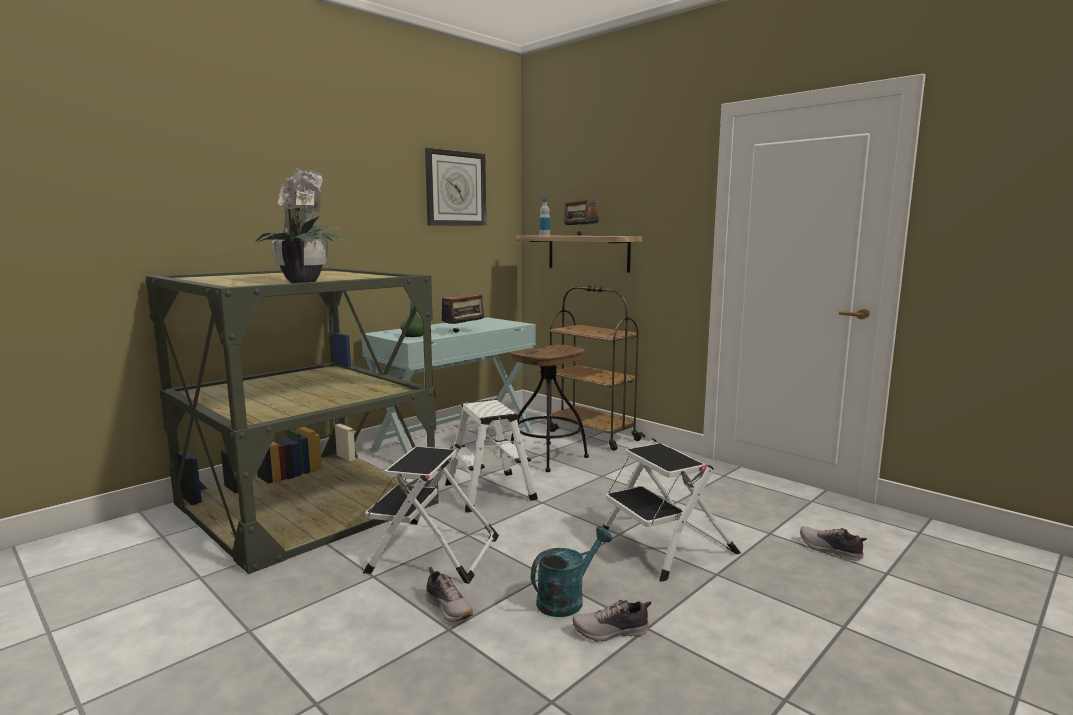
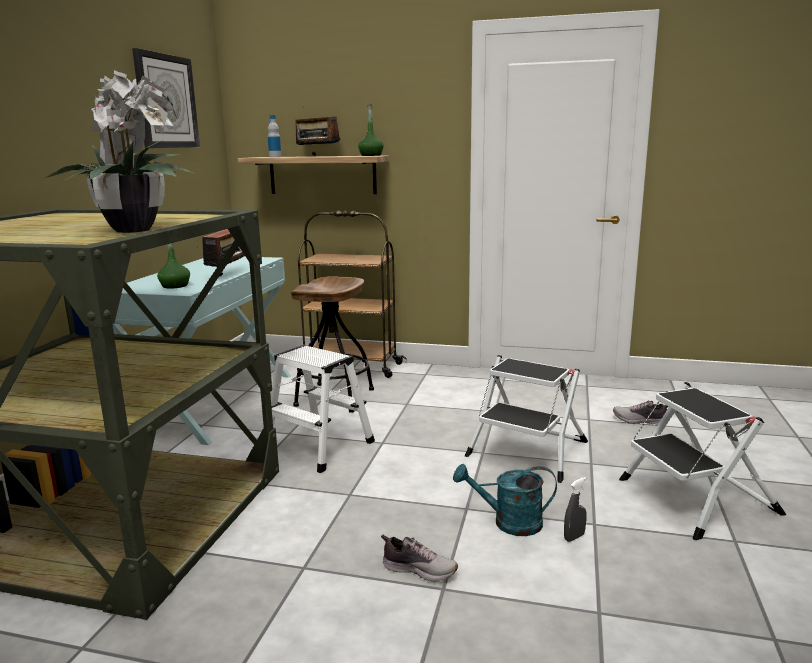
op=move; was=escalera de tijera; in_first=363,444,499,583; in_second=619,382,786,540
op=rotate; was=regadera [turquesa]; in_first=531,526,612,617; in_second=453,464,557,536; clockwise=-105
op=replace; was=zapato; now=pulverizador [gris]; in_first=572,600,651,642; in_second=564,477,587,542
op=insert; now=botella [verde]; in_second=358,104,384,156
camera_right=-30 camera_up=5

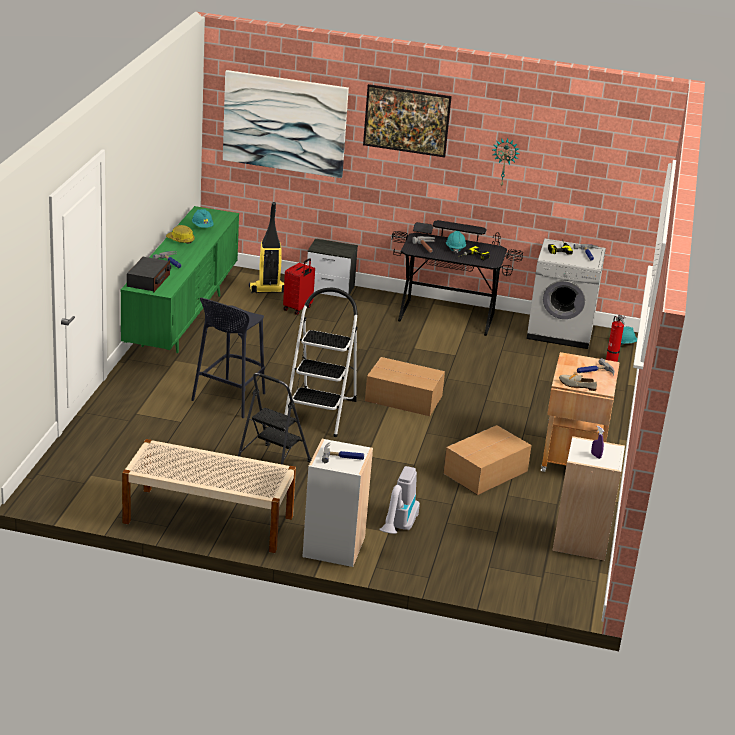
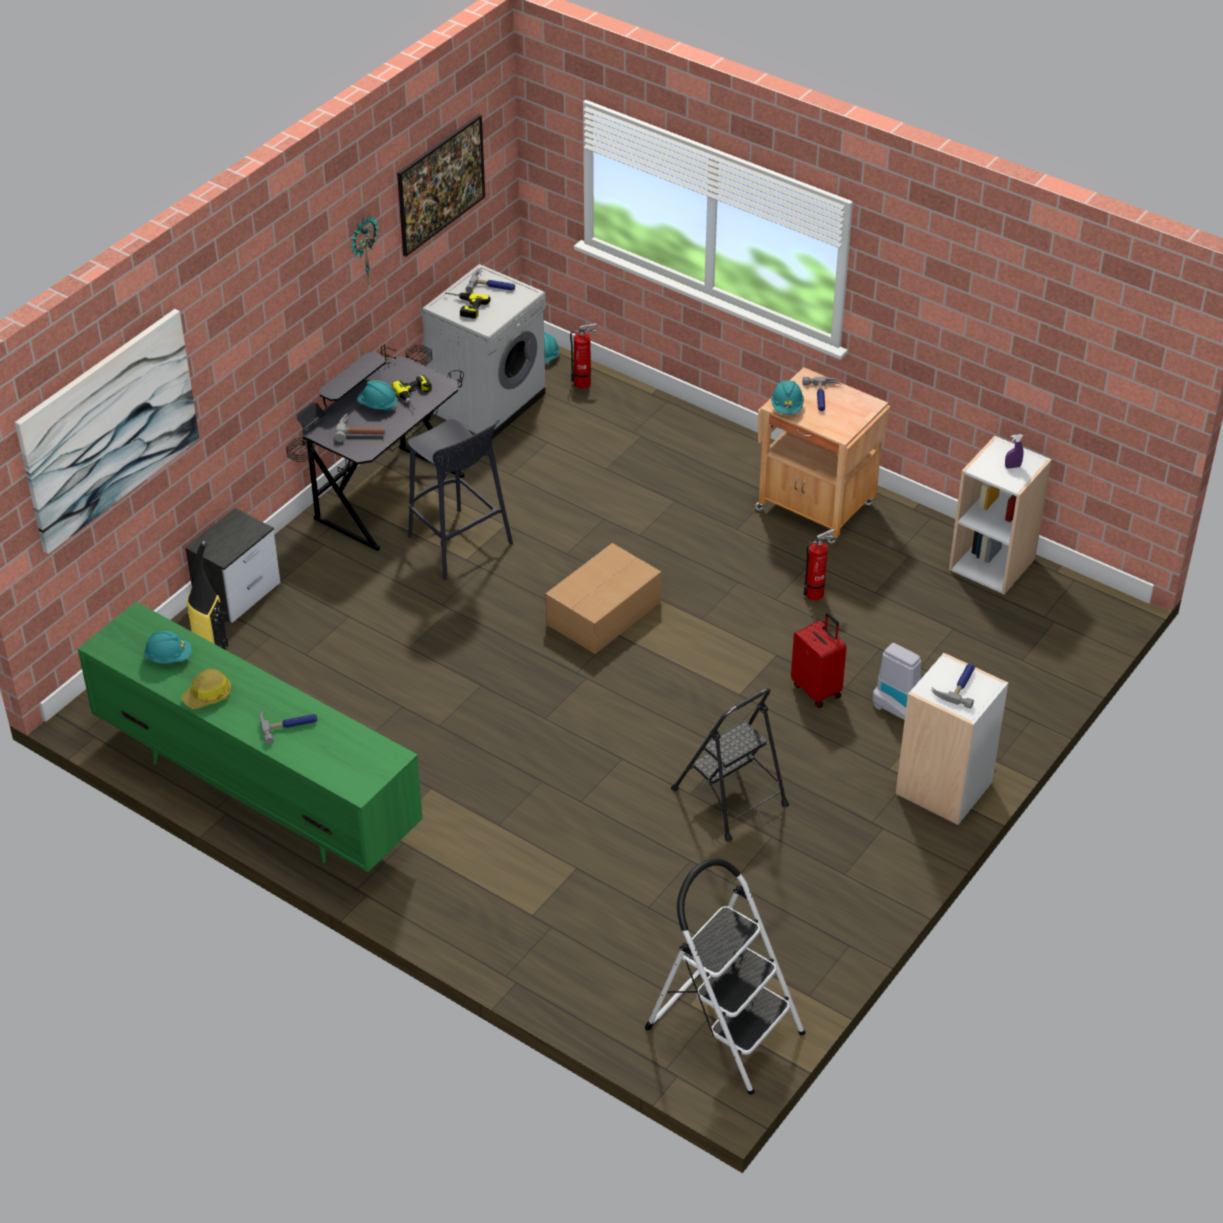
op=move; was=cuadro; in_first=363,84,452,157; in_second=397,114,485,257
op=delete; was=radio; in_first=127,257,171,293
op=move; was=maleta [rojo]; in_first=283,258,315,315; in_second=791,613,847,708
op=move; was=escalera de tijera; in_first=285,288,358,437; in_second=645,859,806,1095
op=move; was=taburete [gris]; in_first=191,298,265,418; in_second=408,419,513,580
op=delete; was=zapato; in_first=559,374,597,391
op=replace; was=caja de cartón; now=extintor; in_first=443,425,532,495; in_second=803,528,836,600
op=delete; was=banco [beis]; in_first=122,439,296,553
op=insert; now=casco [turquesa]; in_second=771,380,804,415
camera_right=-65 camera_up=15

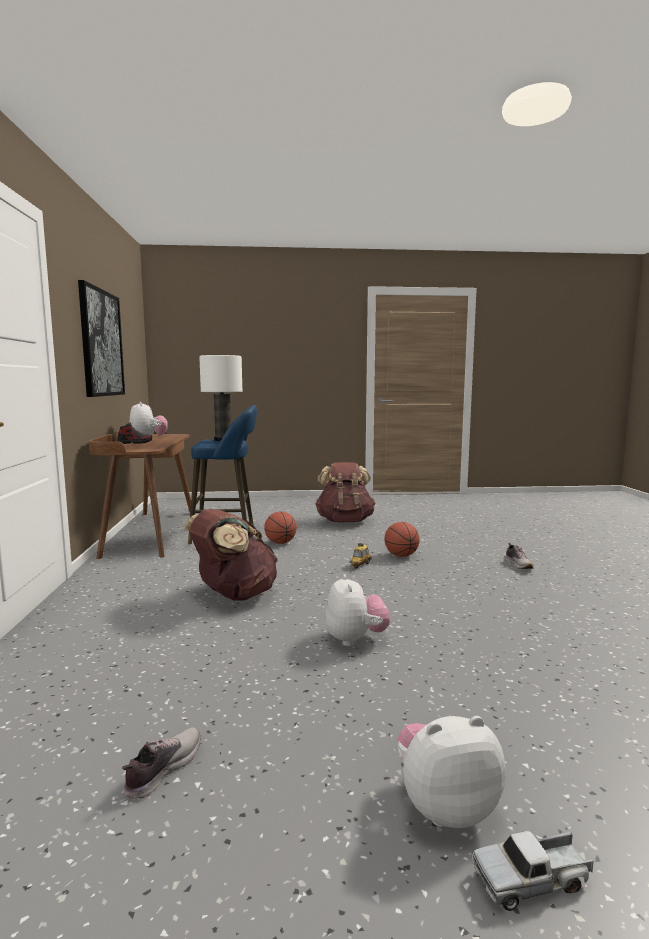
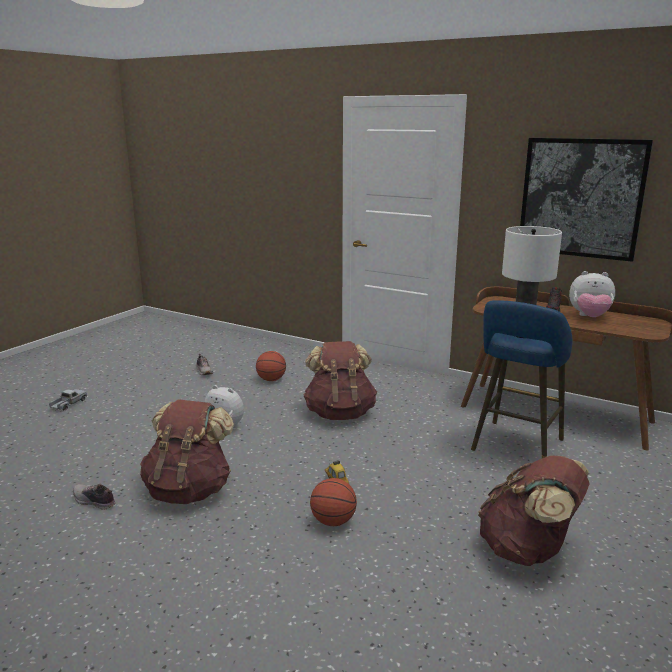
op=move; was=balón de baloncesto; in_first=264,511,297,544; in_second=256,351,286,381
op=move; was=zapato; in_first=505,543,534,569; in_second=73,483,115,510
op=delete; was=peluche; in_first=398,716,506,828
op=insert; now=mochila [marrón]; in_second=140,399,234,504
camera_right=125 camera_up=10

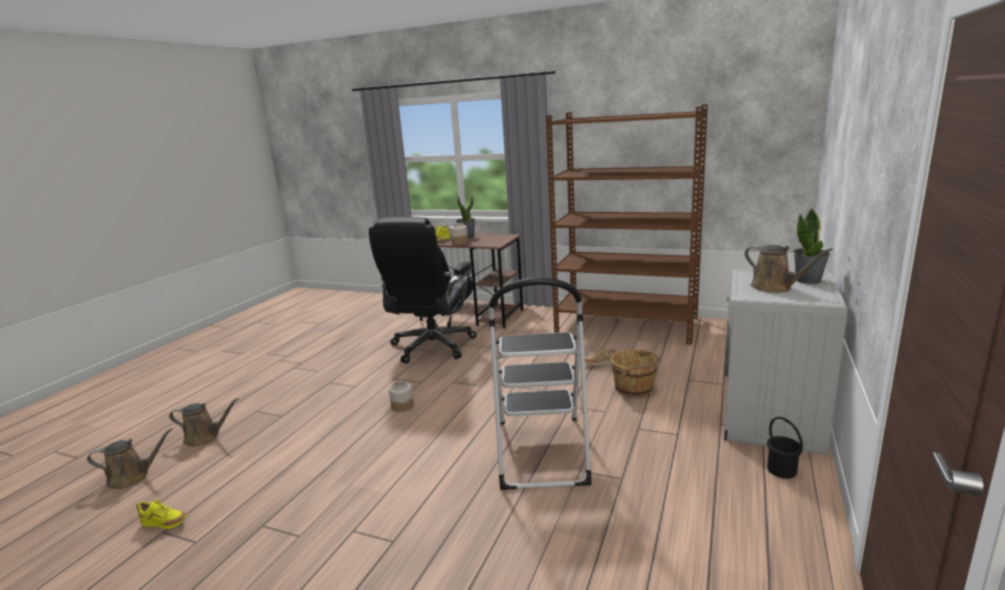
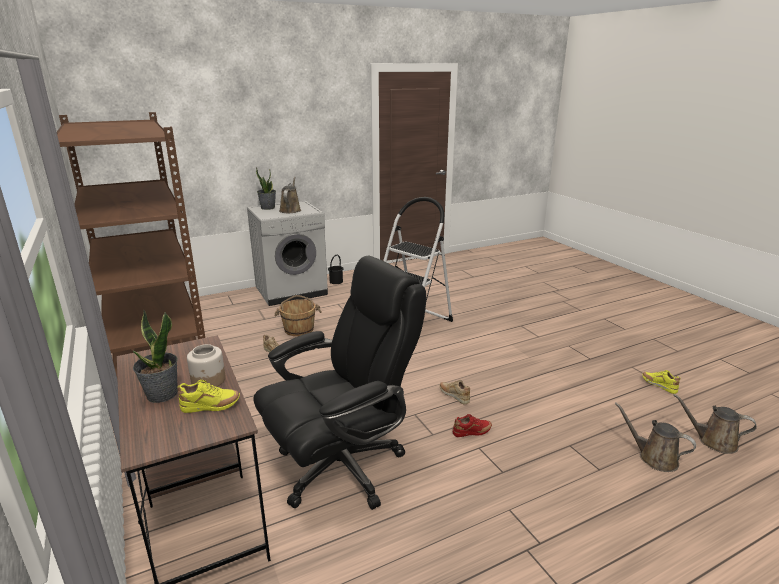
op=replace; was=tarro; now=zapato [beis]; in_first=389,381,414,412; in_second=440,380,470,404
op=insert; now=zapato [rojo]; in_second=453,414,492,437
camera_right=-140 camera_up=5

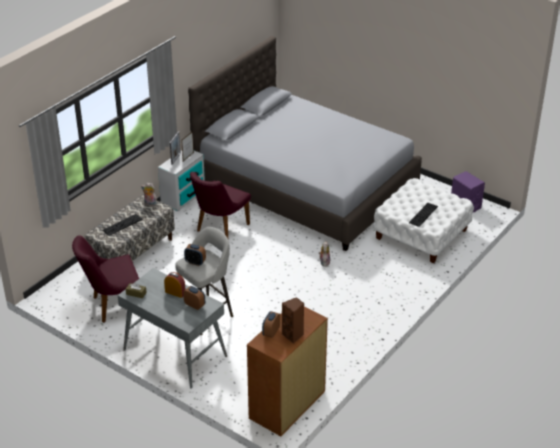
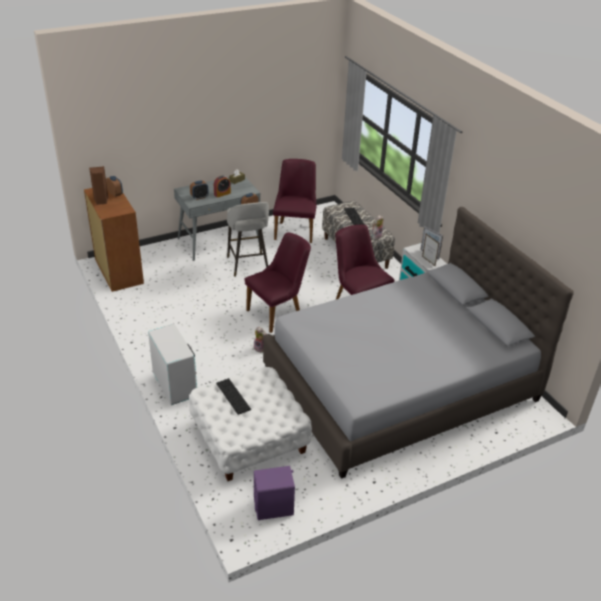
op=insert; now=silla [morado]; in_second=245,232,311,333
op=insert; now=mesita de noche [blanco]; in_second=148,324,197,405
camera_right=115 camera_up=0

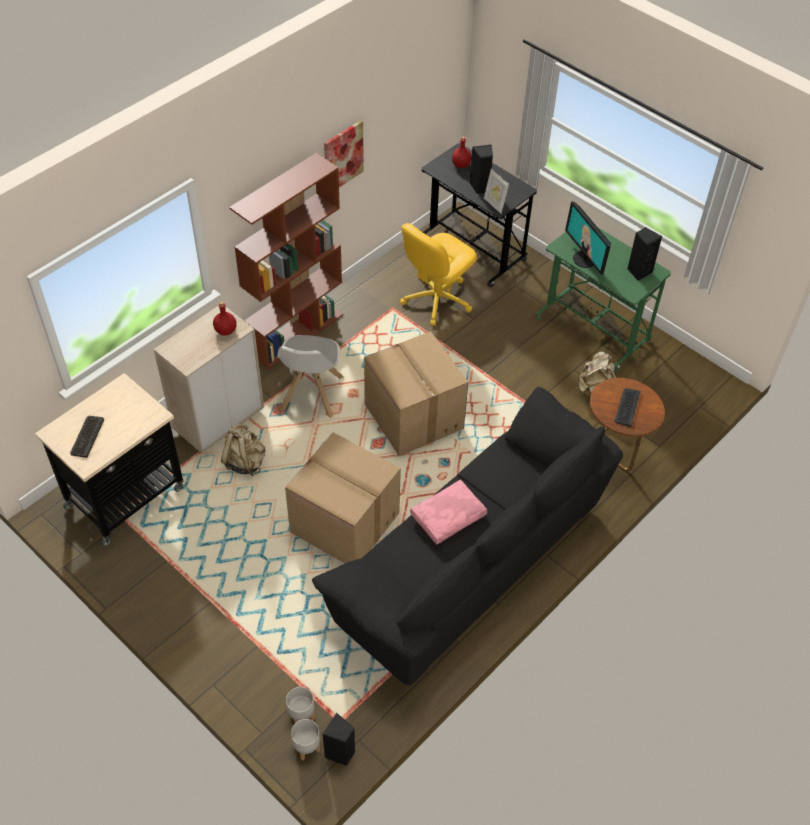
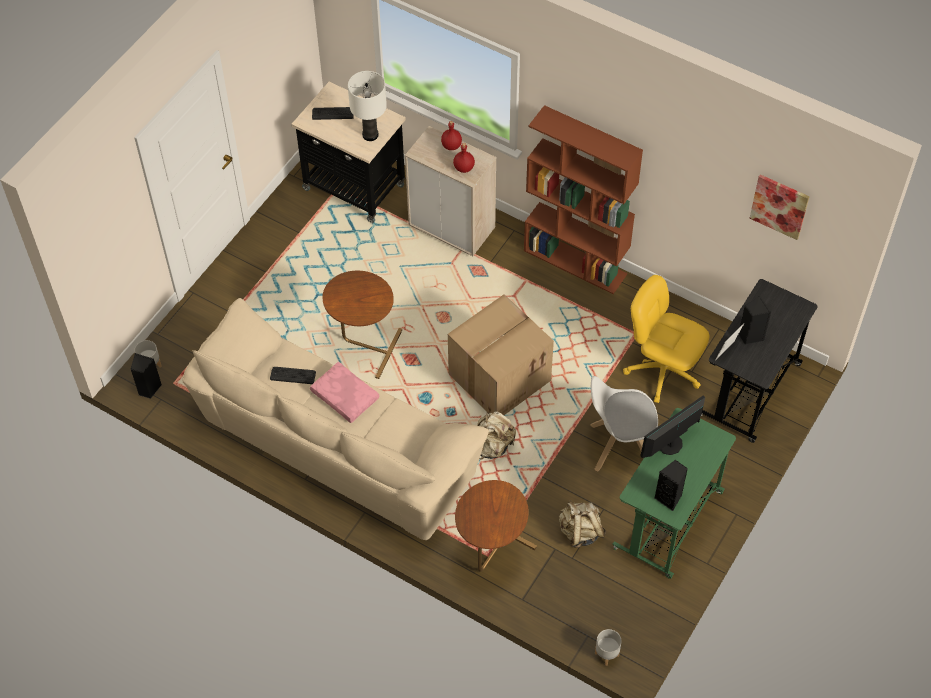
op=move; was=cuadro; in_first=324,120,364,187; in_second=750,174,810,240
op=move; was=botella [rojo]; in_first=452,136,471,168; in_second=441,121,462,150
op=move; was=silla; in_first=277,335,343,418; in_second=591,376,658,472
op=recolor; was=sofá [negro]; now=sofá [beis]; in_first=312,387,623,685; in_second=182,298,489,540
op=move; was=teclado; in_first=615,388,641,427; in_second=270,367,316,384
op=move; was=mochila [beis]; in_first=221,424,265,476; in_second=477,411,516,460
op=replace; was=caja de cartón; now=mesa auxiliar [marrón]; in_first=285,432,401,563; in_second=322,271,402,379
op=move; was=maceta [gris]; in_first=286,687,315,723; in_second=595,629,622,666
op=insert; now=lámpara de mesa [blanco]; in_second=348,71,387,141
camera_right=80 camera_up=5

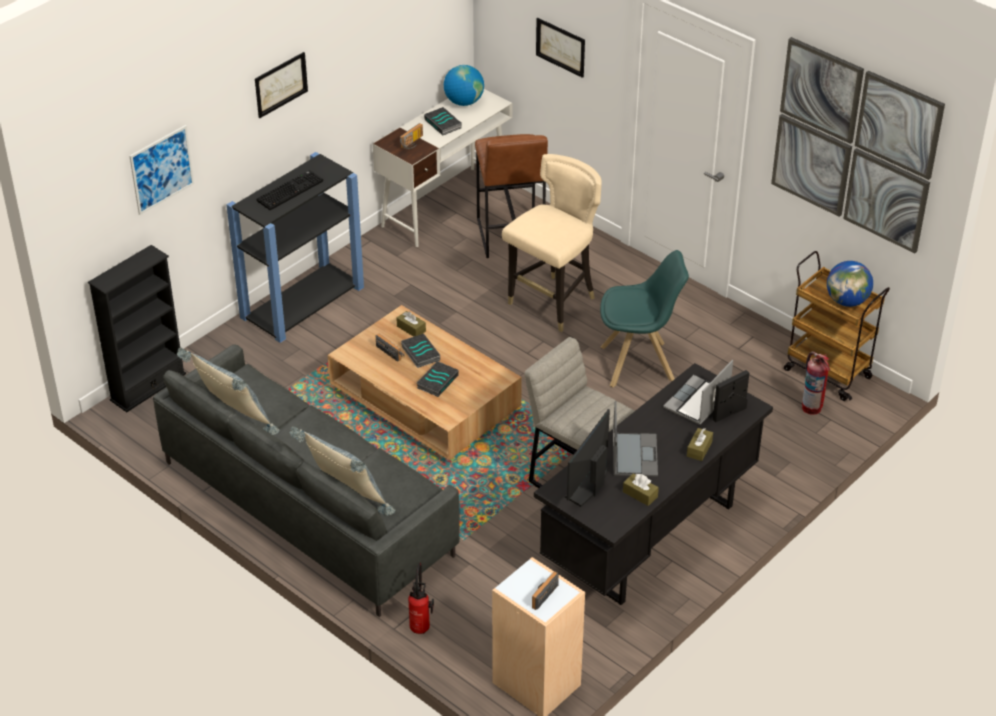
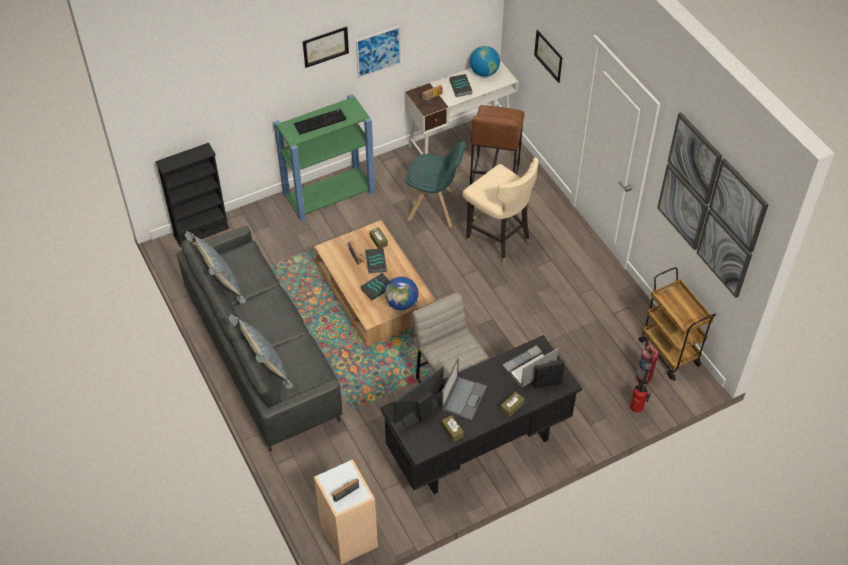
op=move; was=cuadro; in_first=129,125,194,215; in_second=356,26,401,79
op=recolor; was=estantería [negro]; now=estantería [verde]; in_first=226,152,364,343; in_second=274,94,375,221
op=rotate; was=silla [beis]; in_first=502,154,602,332; in_second=463,158,538,265; clockwise=75
op=move; was=silla [turquesa]; in_first=600,250,689,388; in_second=406,141,466,228
op=move; was=globo terráqueo; in_first=827,261,873,307; in_second=385,277,418,310
op=move; was=extintor; in_first=408,563,434,634; in_second=630,369,651,412
camera_right=20 camera_up=10

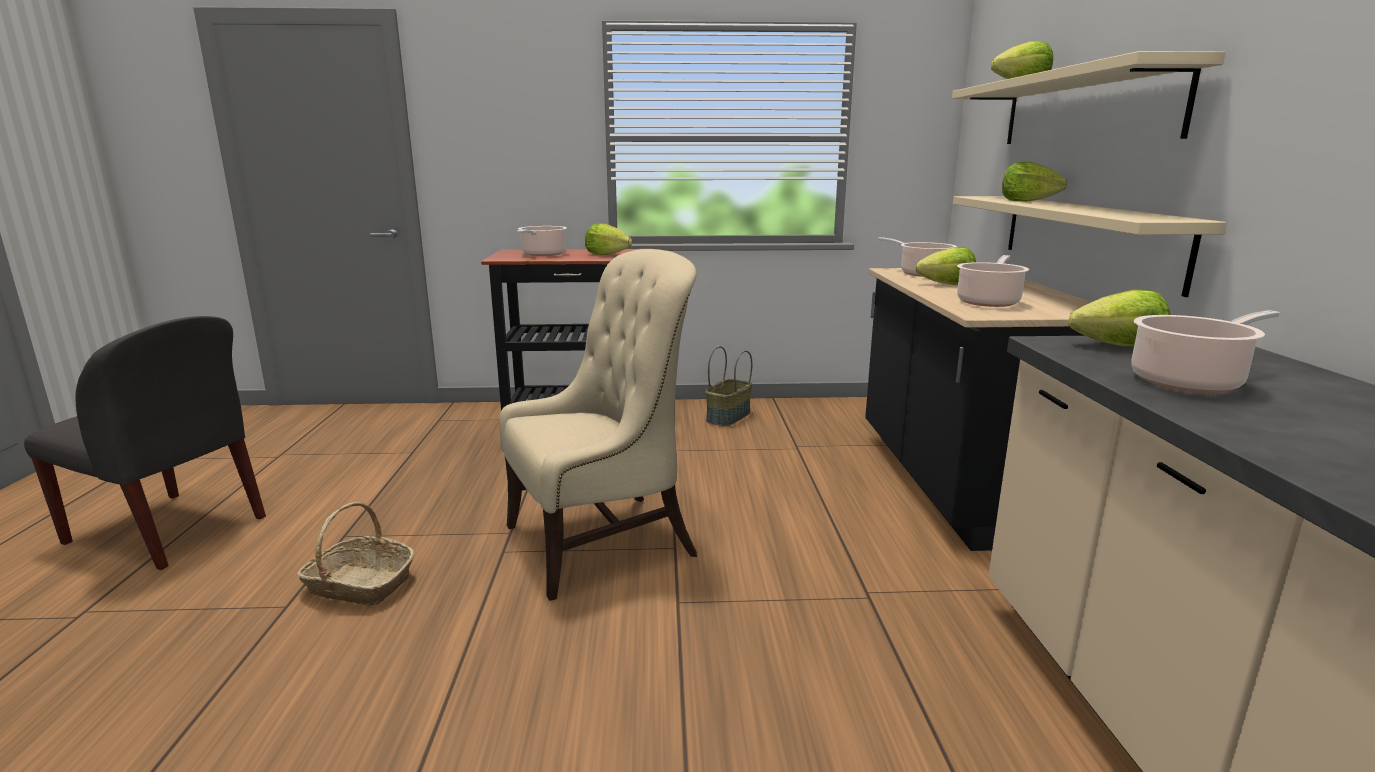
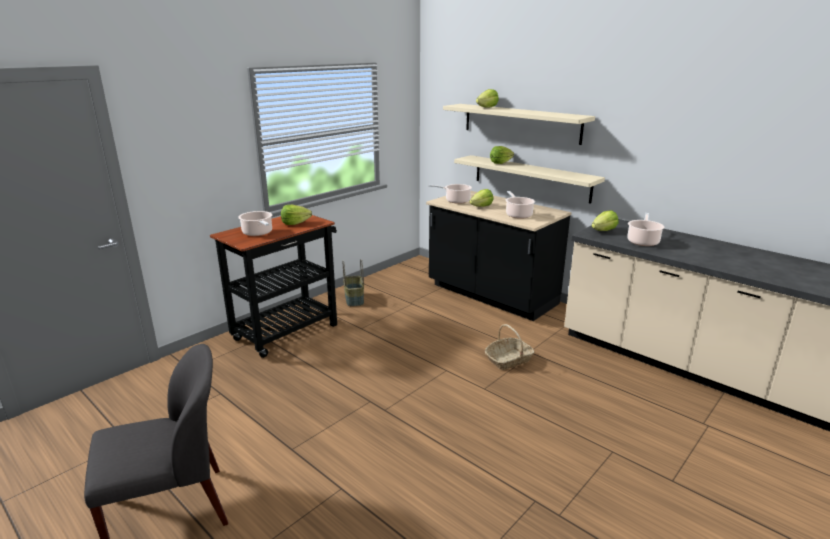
op=delete; was=silla [beis]; in_first=499,249,697,601
op=move; was=cesta; in_first=297,502,415,606; in_second=485,324,534,370
camera_right=-45 camera_up=5

